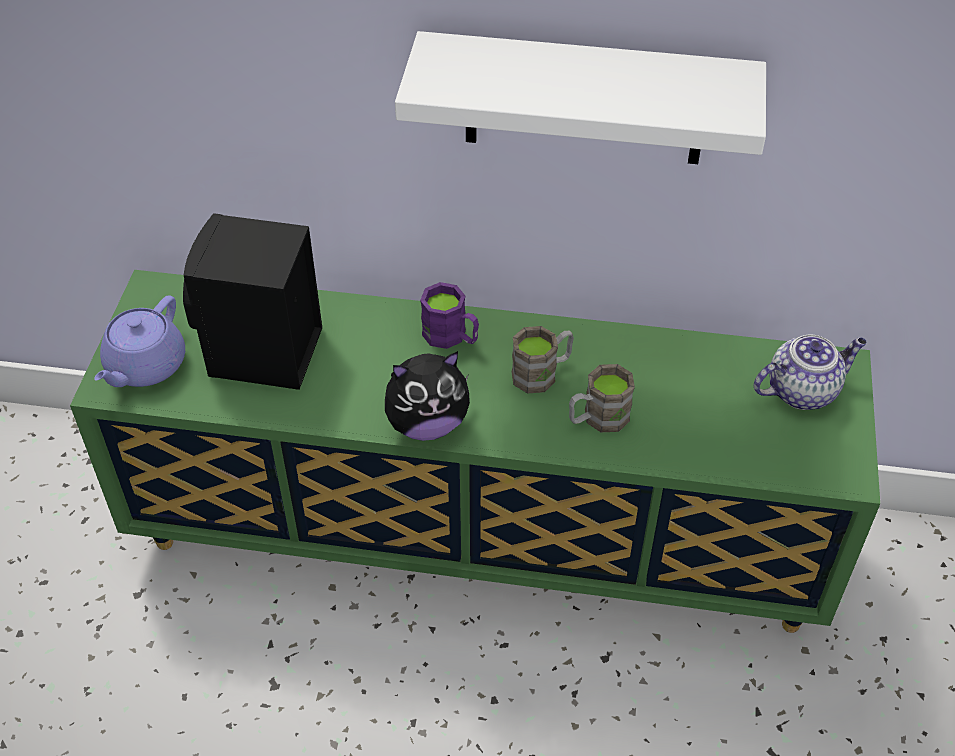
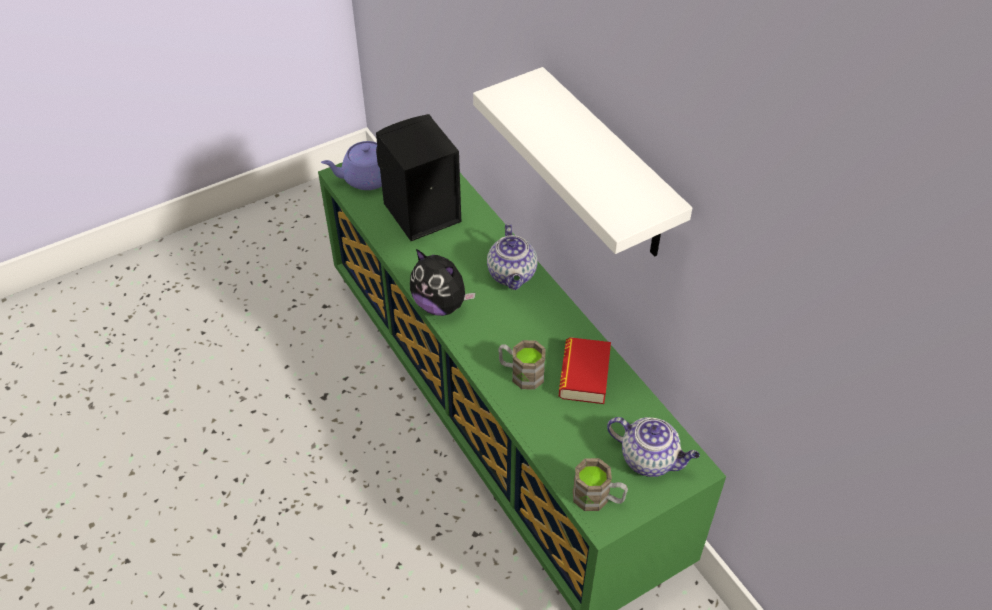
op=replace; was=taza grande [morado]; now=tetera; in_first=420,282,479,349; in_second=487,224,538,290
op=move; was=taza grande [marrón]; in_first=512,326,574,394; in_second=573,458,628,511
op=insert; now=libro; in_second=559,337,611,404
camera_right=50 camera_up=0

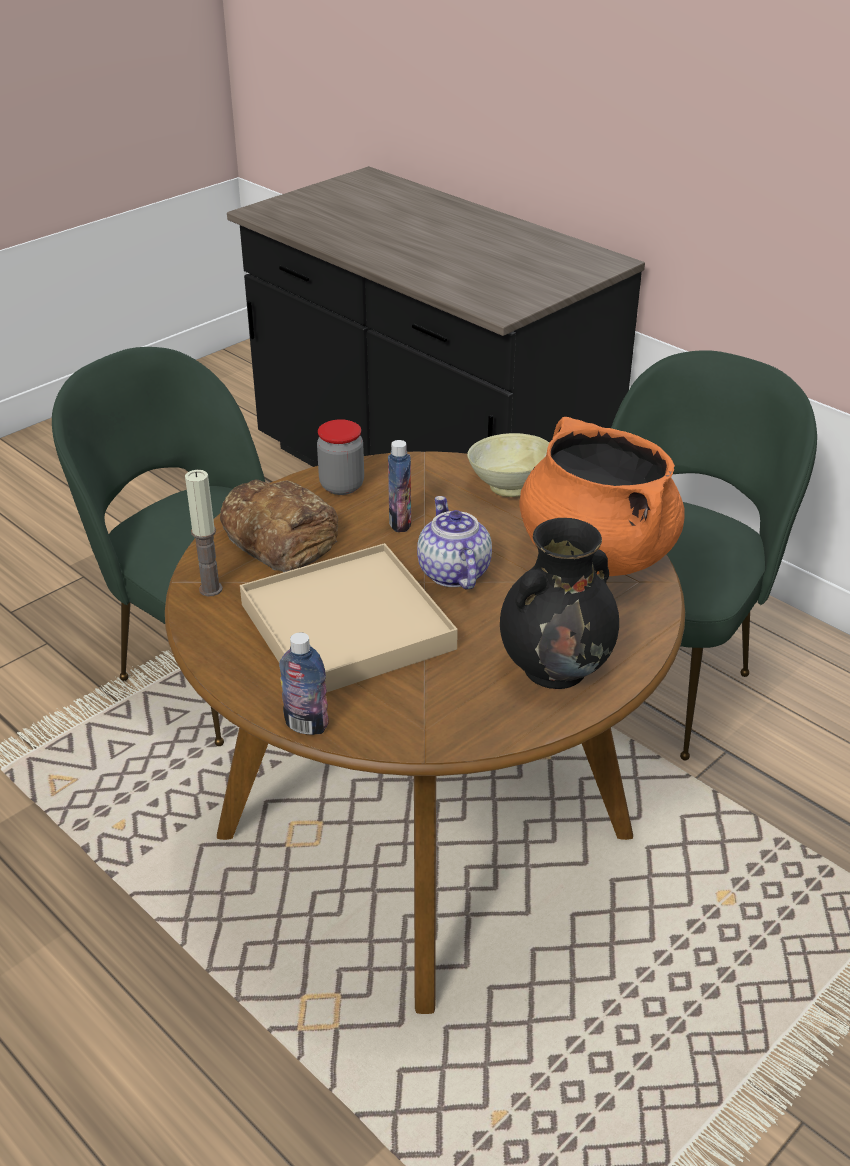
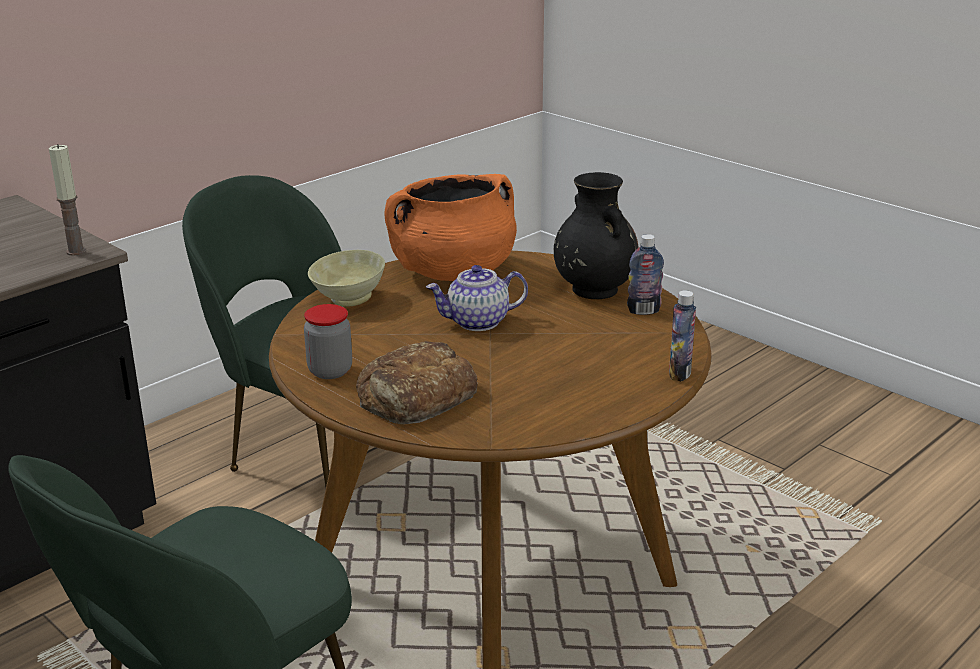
op=move; was=botella; in_first=388,440,411,532; in_second=627,234,664,315
op=move; was=vela; in_first=185,470,223,596; in_second=49,144,86,256
op=delete; was=bandeja [beis]; in_first=240,543,458,692
camera_right=-90 camera_up=-10

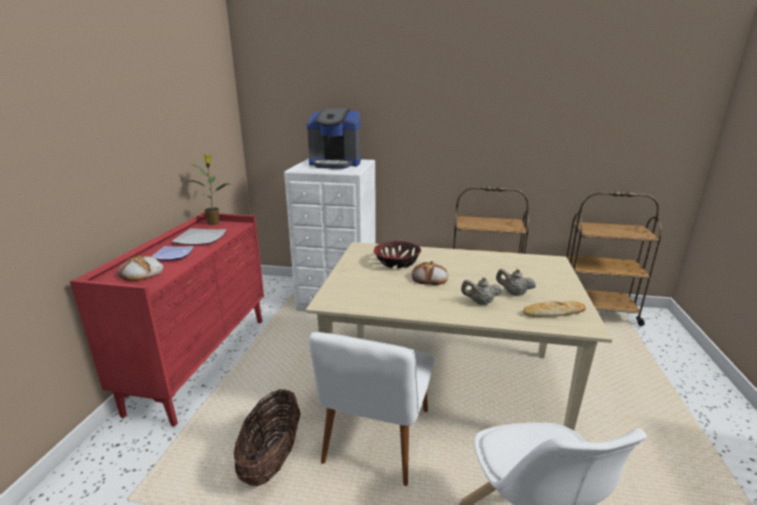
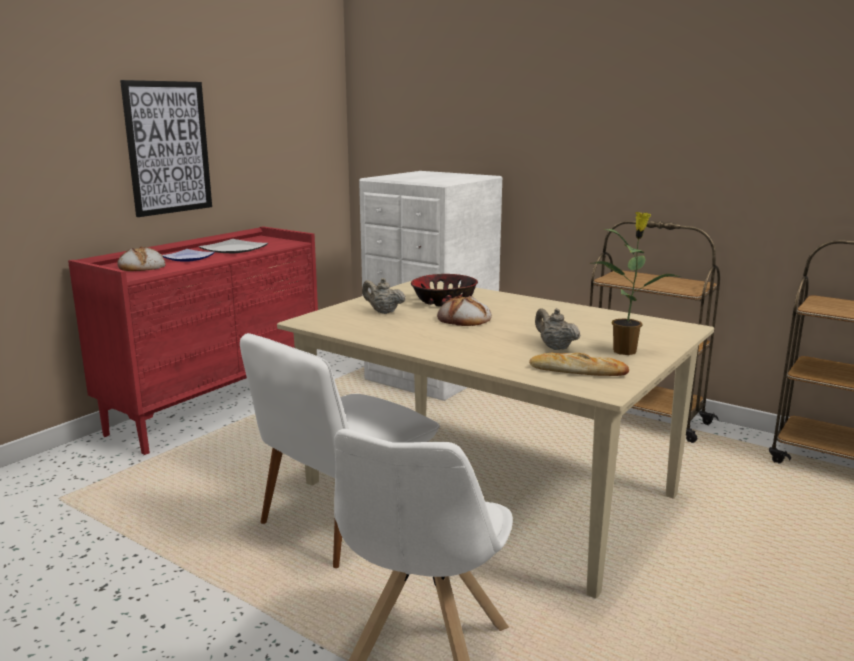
op=delete; was=cafetera; in_first=307,108,361,169
op=move; was=planta en maceta; in_first=187,154,229,225; in_second=594,212,681,355
op=move; was=tetera [beis]; in_first=461,277,503,305; in_second=362,278,406,314
op=delete; was=cesta; in_first=234,389,300,486
op=insert; now=cuadro; in_second=120,80,212,217
camera_right=25 camera_up=-5

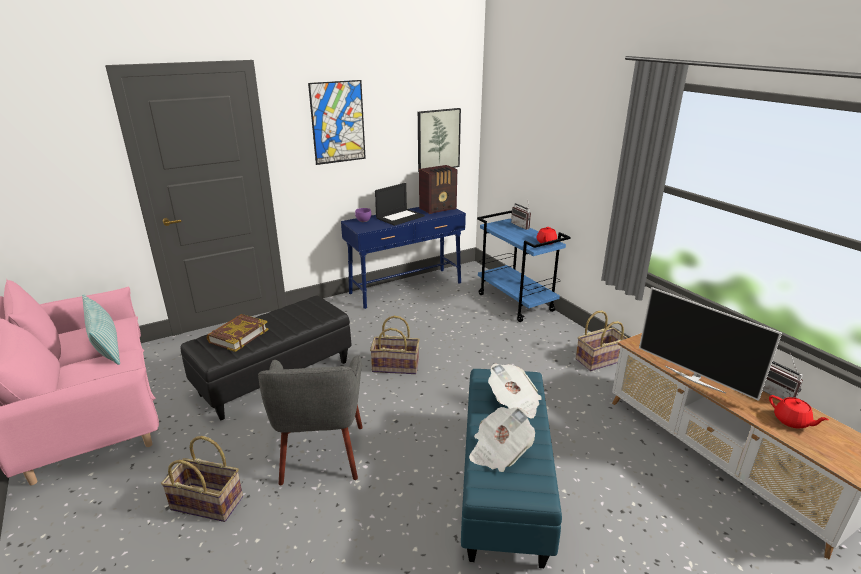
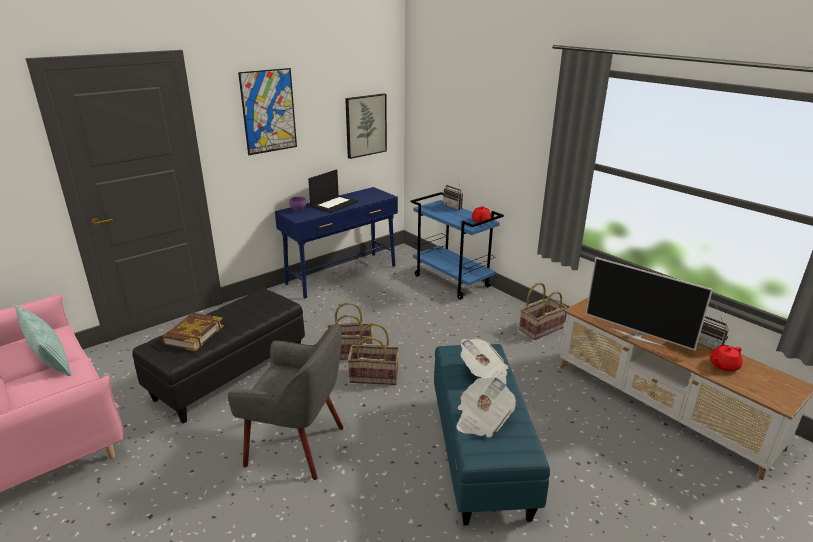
op=delete; was=radio; in_first=419,165,457,214
op=rotate; was=sillón [gris]; in_first=258,355,363,485; in_second=228,324,344,480; clockwise=-60
op=rotate; was=tetera [rojo]; in_first=769,395,829,429; in_second=710,345,743,372; clockwise=105
op=move; was=cesta; in_first=161,436,243,522; in_second=347,323,399,385
camera_right=-10 camera_up=0

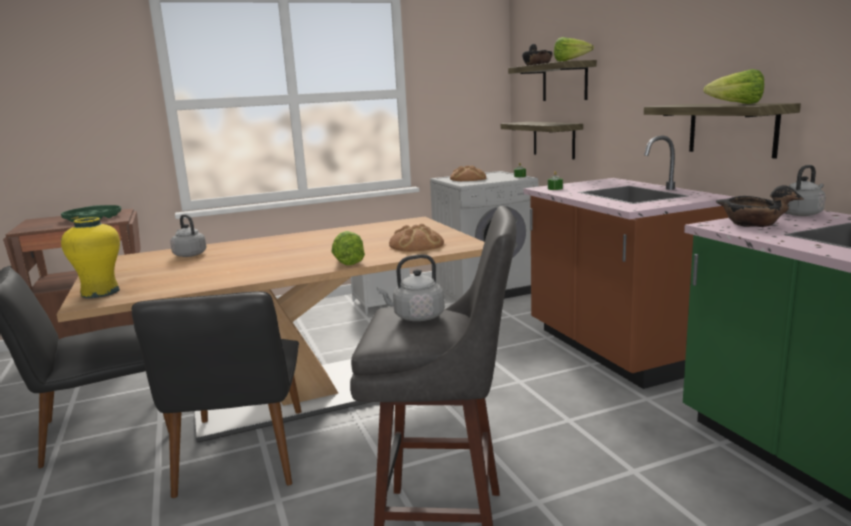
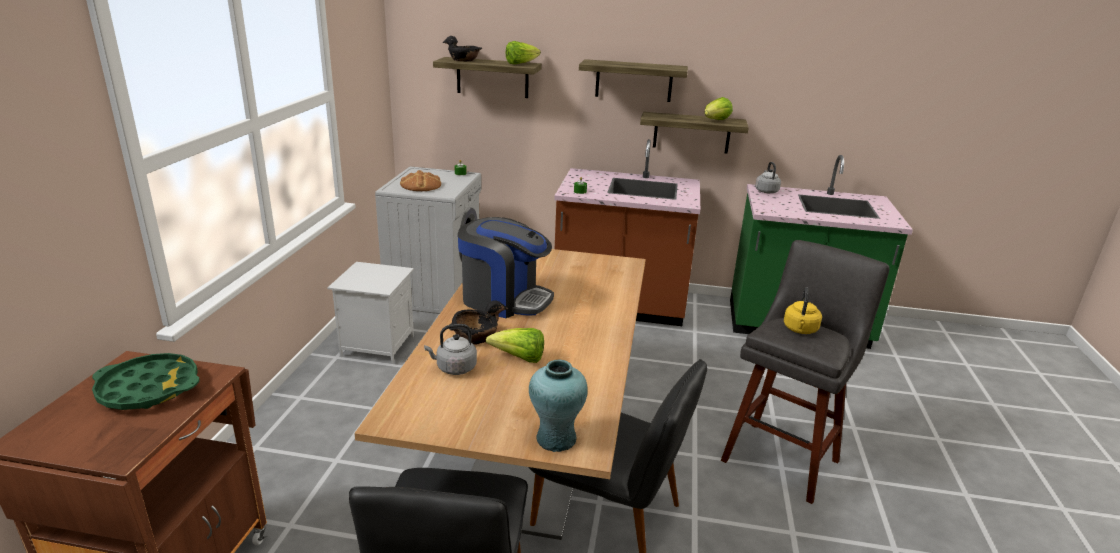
op=move; was=estante; in_first=501,122,583,159; in_second=579,59,688,102
op=move; was=cuenco [negro]; in_first=716,185,804,227; in_second=448,300,508,345
op=recolor; was=florero [amarillo]; now=florero [turquesa]; in_first=61,217,120,298; in_second=529,360,588,452
op=delete; was=pan; in_first=389,223,444,252
op=move; was=lechuga; in_first=332,231,365,265; in_second=486,328,544,363
op=recolor; was=hervidor [gris]; now=hervidor [amarillo]; in_first=377,254,445,321; in_second=784,287,822,334
op=insert; now=cafetera; in_second=458,217,554,318
camera_right=-60 camera_up=10

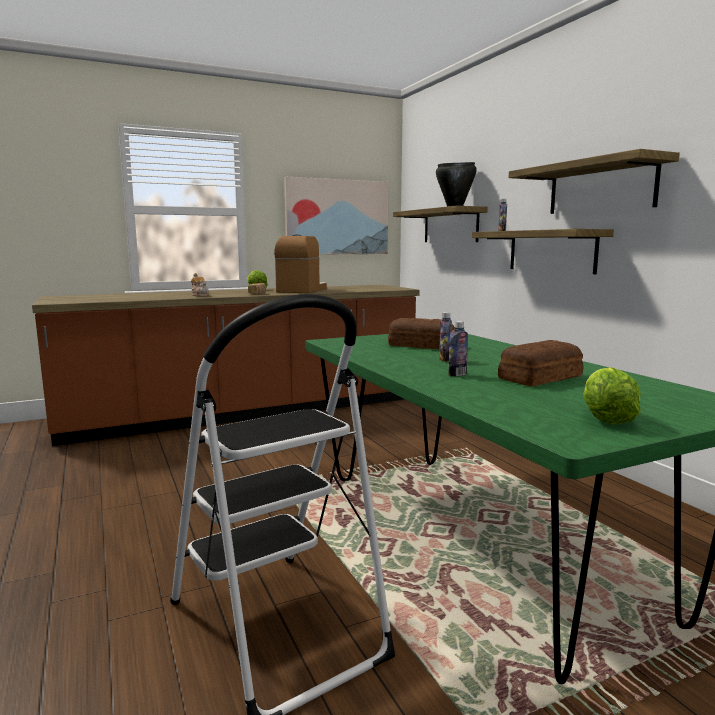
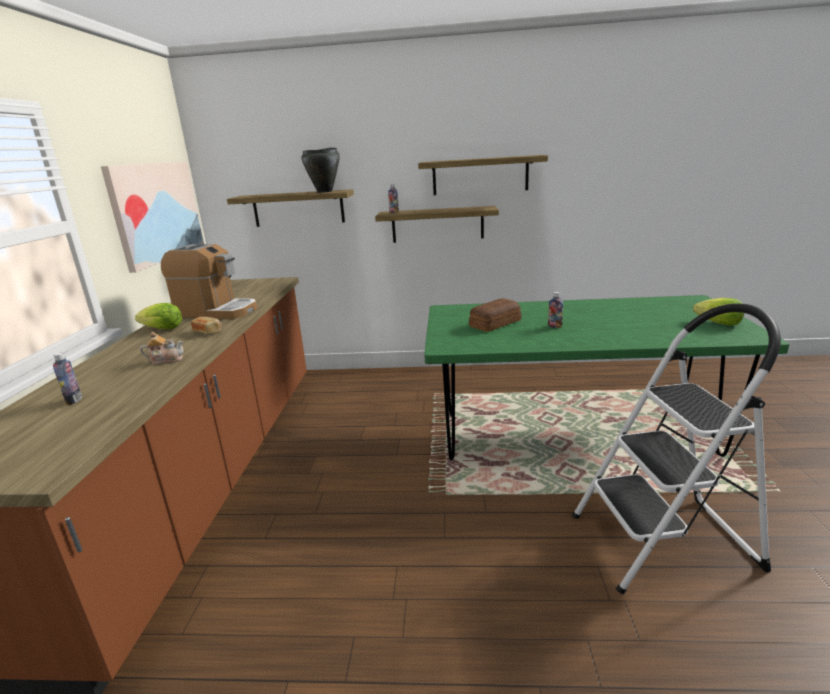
op=rotate; was=cafetera; in_first=274,234,327,293; in_second=161,244,257,319; clockwise=150
op=move; was=botella; in_first=448,321,468,377; in_second=53,353,82,405
op=delete; was=pan; in_first=498,340,584,386
camera_right=-60 camera_up=10

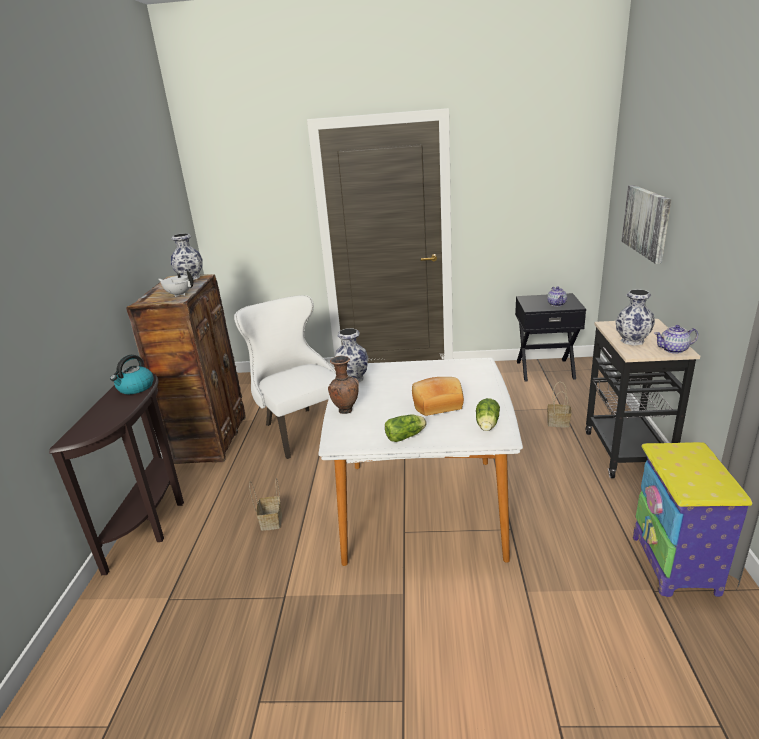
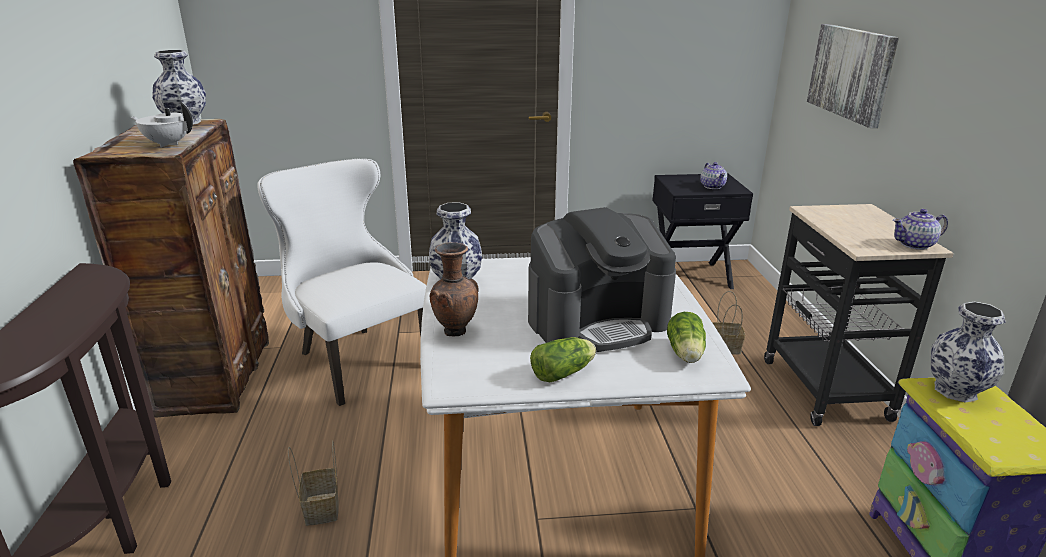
op=move; was=florero; in_first=616,289,655,346; in_second=931,302,1006,403
op=delete; was=hervidor; in_first=110,355,153,394
op=replace; was=pan; now=cafetera; in_first=412,377,464,416; in_second=528,207,676,352
camera_right=-10 camera_up=0

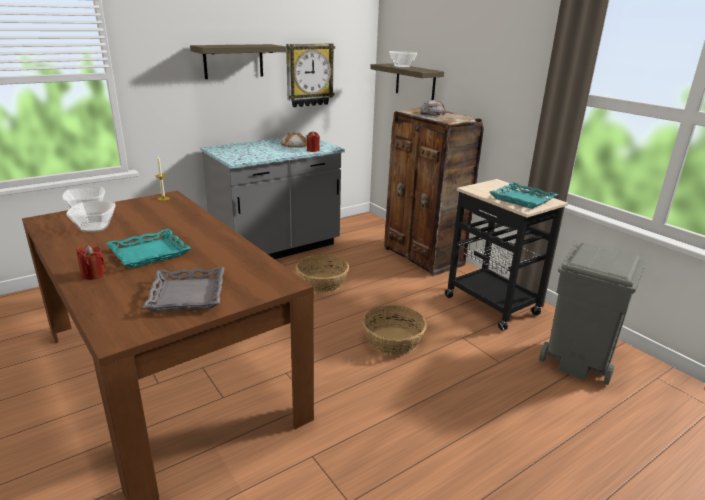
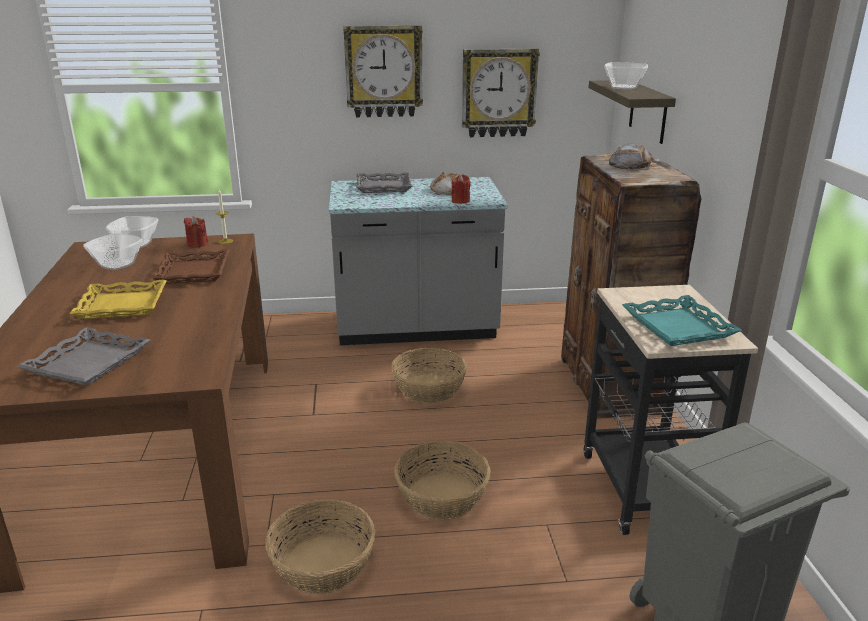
op=replace; was=estante; now=reloj de pared; in_first=190,44,286,79; in_second=343,25,423,118
op=recolor; was=bandeja [turquesa]; now=bandeja [amarillo]; in_first=106,229,191,268; in_second=69,280,167,319
op=move; was=vela [rojo]; in_first=76,245,106,280; in_second=184,216,208,248
op=insert; now=bandeja [gris]; in_second=356,173,412,193
op=insert; now=bandeja [marrón]; in_second=152,249,229,284
op=insert; now=cesta; in_second=265,499,375,594
camera_right=30 camera_up=0

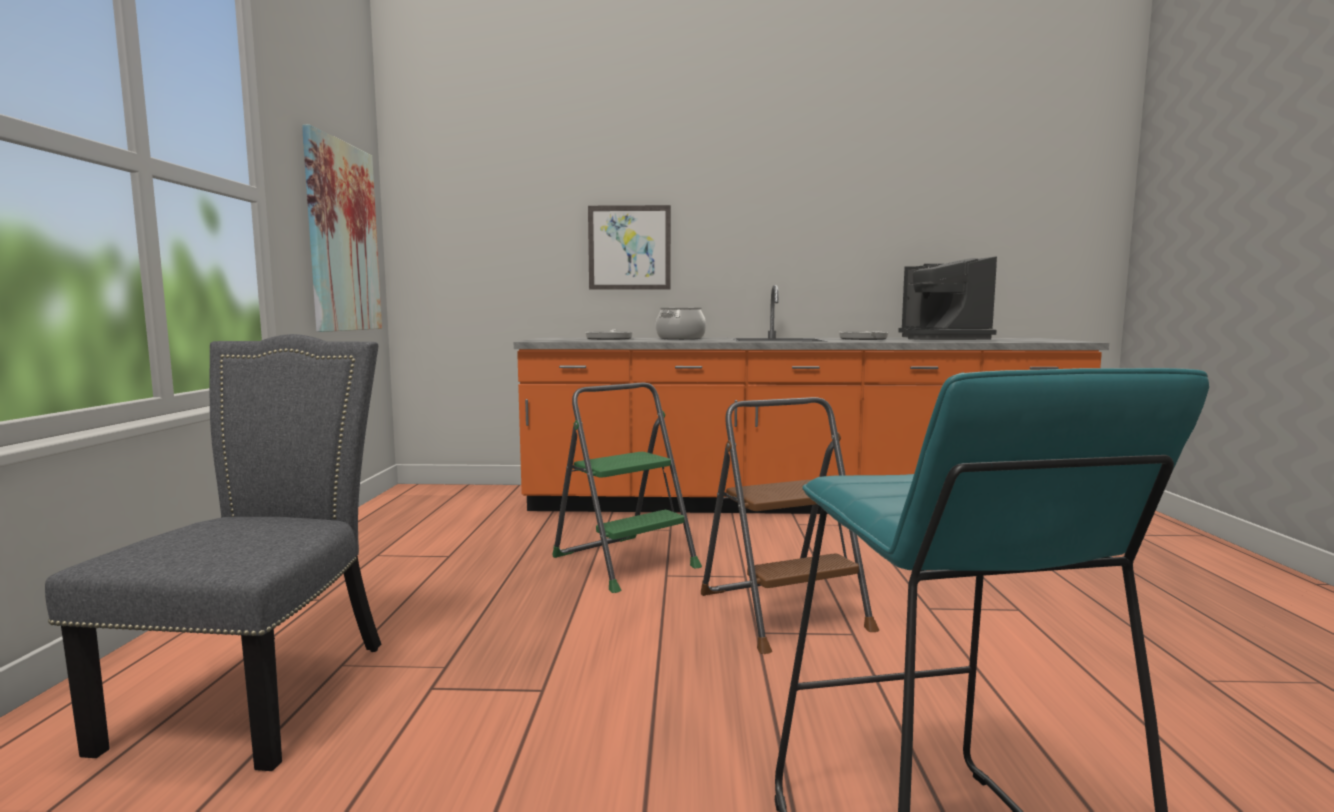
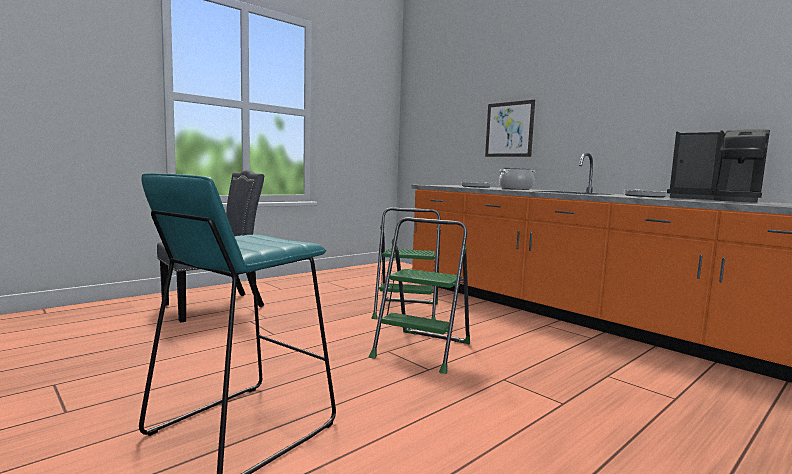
op=delete; was=cuadro; in_first=302,124,382,332
op=rotate; was=cafetera; in_first=898,257,997,340; in_second=667,129,770,202; clockwise=-90
op=recolor; was=escalera de tijera [marrón]; now=escalera de tijera [verde]; in_first=701,397,879,654; in_second=369,218,470,374
camera_right=45 camera_up=0

